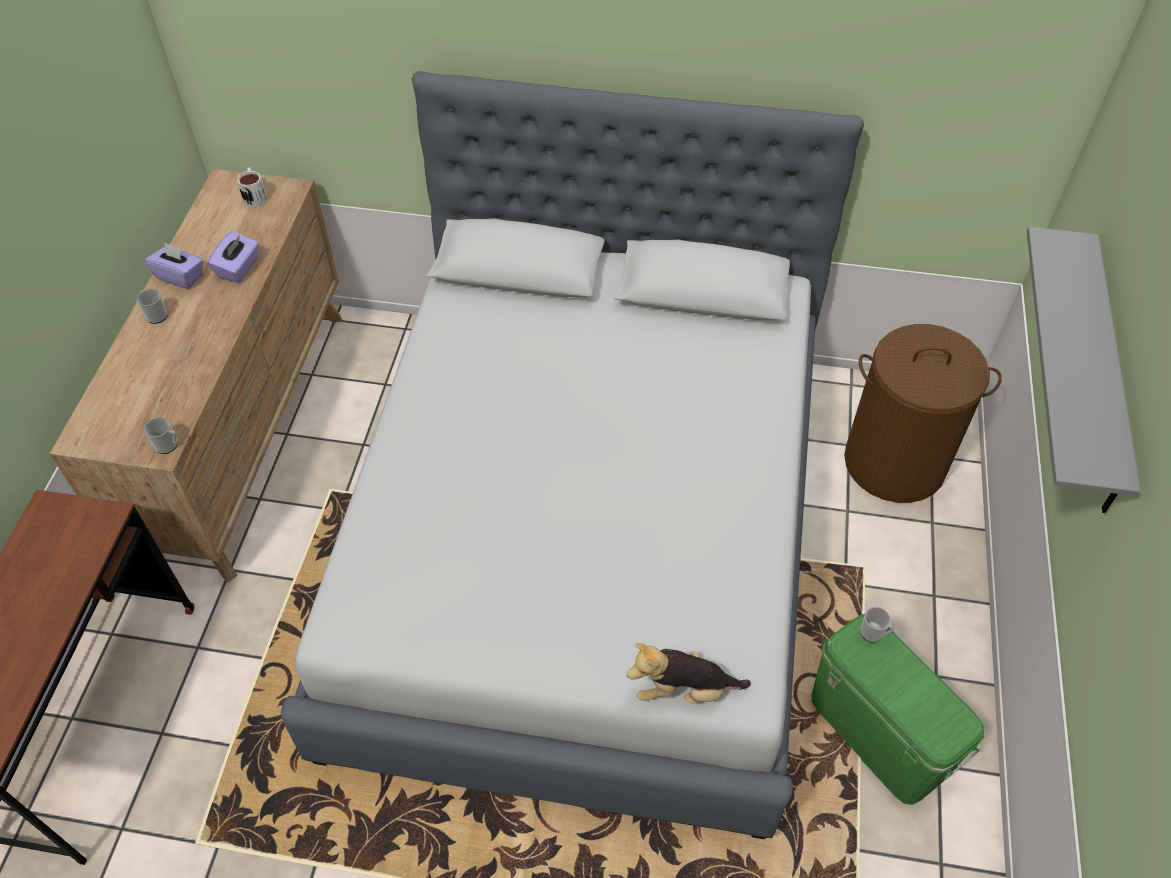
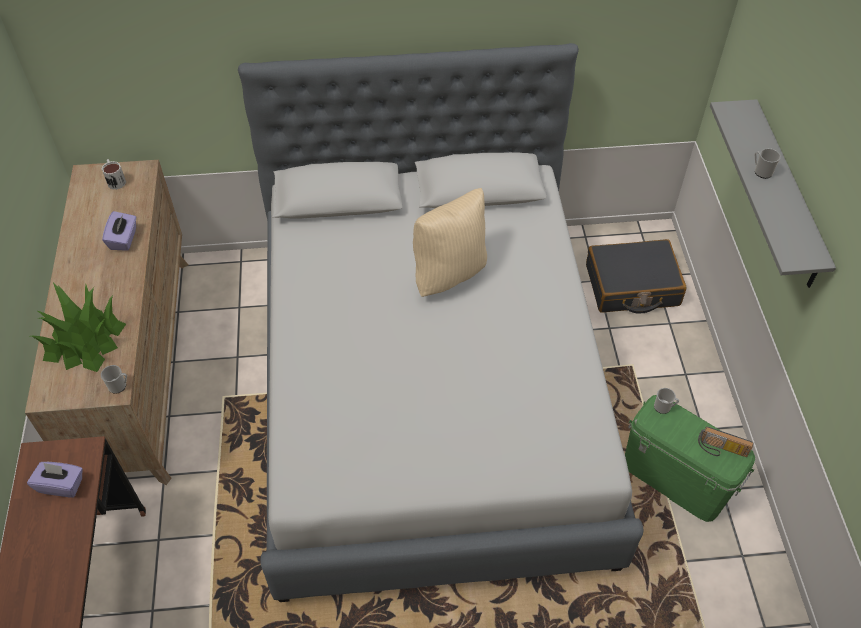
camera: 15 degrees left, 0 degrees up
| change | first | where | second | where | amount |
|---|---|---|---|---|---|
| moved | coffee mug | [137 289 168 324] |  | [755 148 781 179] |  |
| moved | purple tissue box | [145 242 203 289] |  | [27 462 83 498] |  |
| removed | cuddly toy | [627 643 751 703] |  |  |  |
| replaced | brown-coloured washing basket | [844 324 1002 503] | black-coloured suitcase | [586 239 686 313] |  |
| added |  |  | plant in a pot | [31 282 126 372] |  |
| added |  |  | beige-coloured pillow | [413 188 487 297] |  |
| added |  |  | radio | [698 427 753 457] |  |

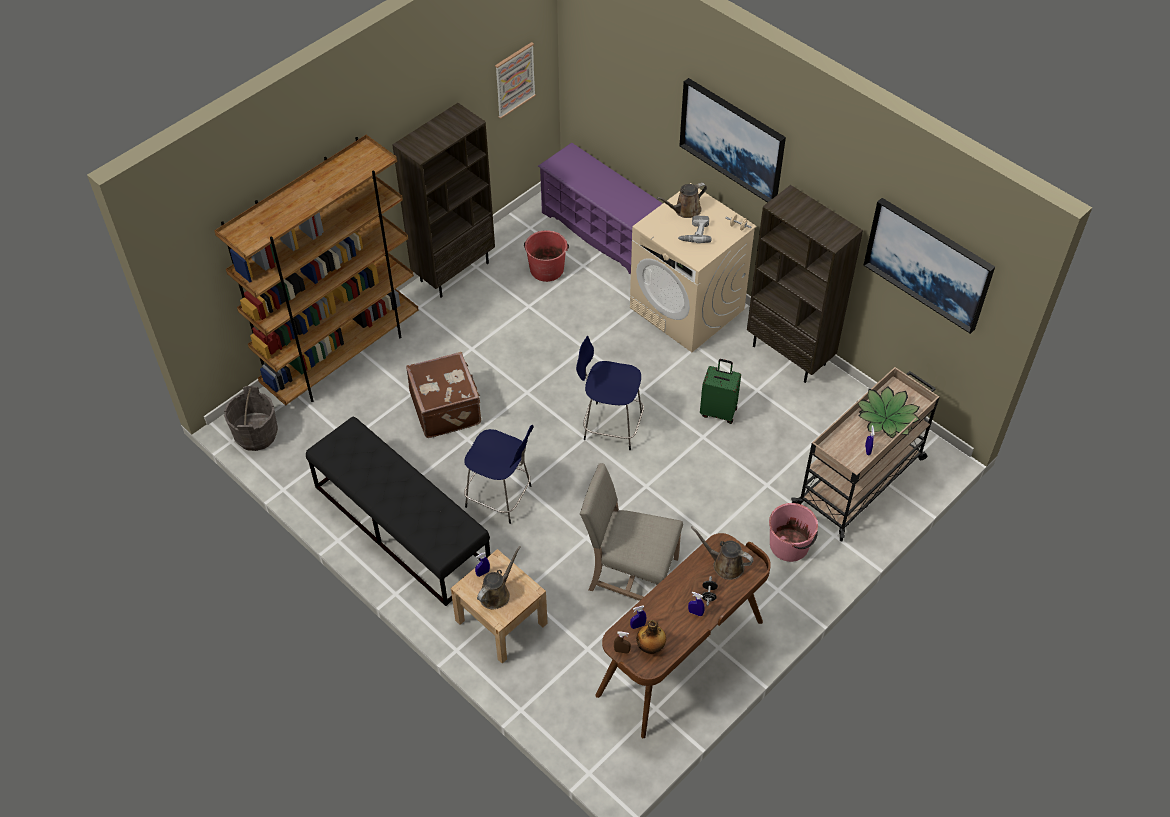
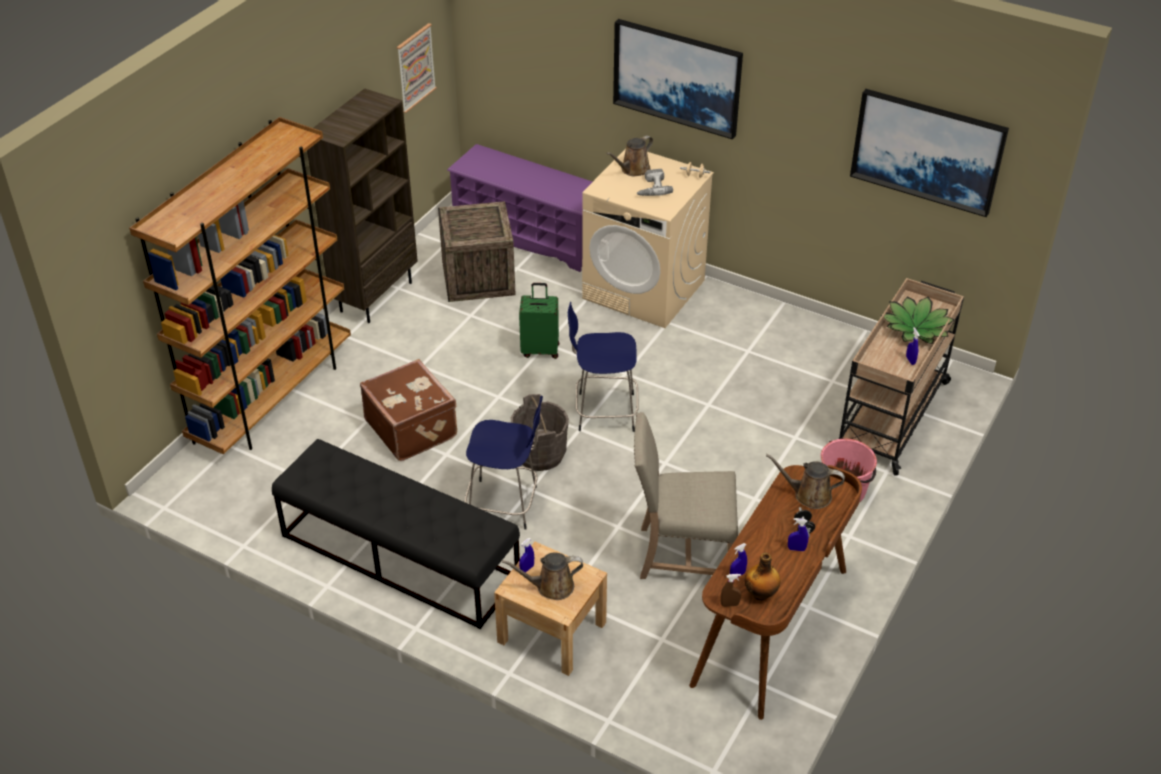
camera: 15 degrees left, 10 degrees down
| change | first | where | second | where | amount |
|---|---|---|---|---|---|
| moved | gray water bucket | [224 386 278 451] |  | [511 394 569 471] |  |
| turned | brown-coloured watering can | [477 546 521 609] |  | [502 553 583 600] | 120 degrees counterclockwise |
| replaced | reddish water bucket | [524 230 569 282] | crate | [438 201 516 302] |  |
| moved | green suitcase | [700 359 741 424] |  | [519 283 559 359] |  |
| removed | brown-coloured bookcase | [747 185 863 383] |  |  |  |

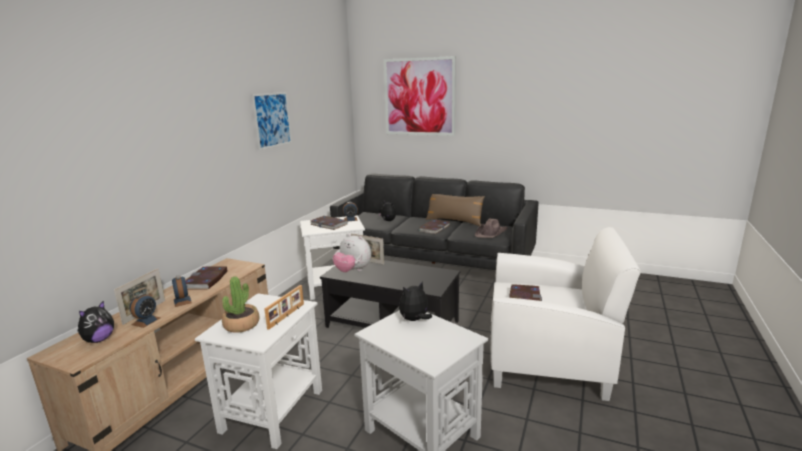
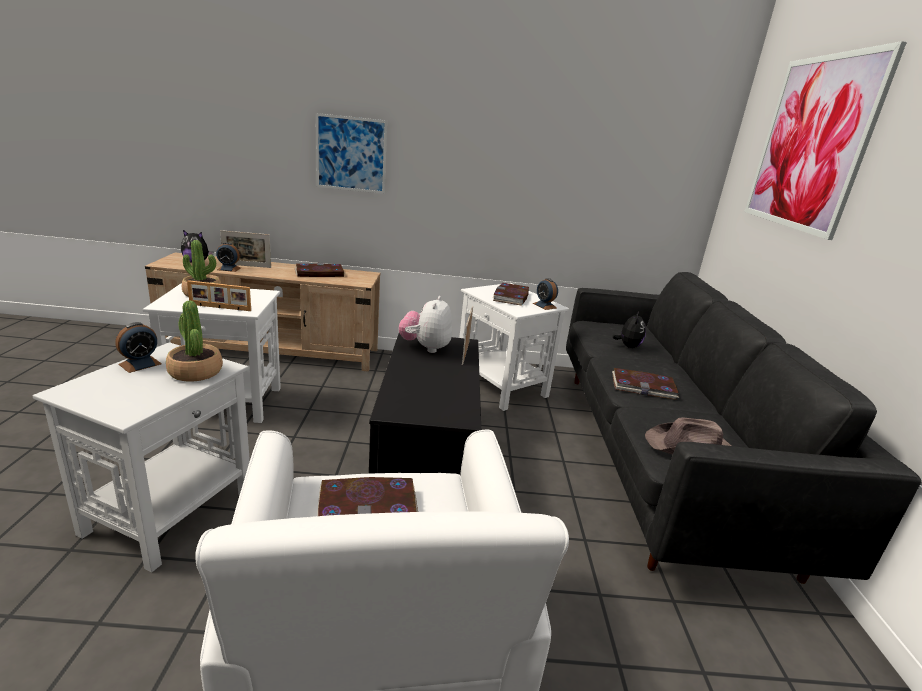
camera: 65 degrees right, 5 degrees up
| change | first | where | second | where | amount |
|---|---|---|---|---|---|
| moved | bedside clock | [172 275 192 307] |  | [115 322 162 373] |  |
| moved | wall picture | [252 92 292 150] |  | [316 113 387 194] |  |
| replaced | cuddly toy | [399 282 432 321] | plant in a pot | [166 300 223 382] |  |
| removed | brown-coloured pillow | [426 194 485 226] |  |  |  |

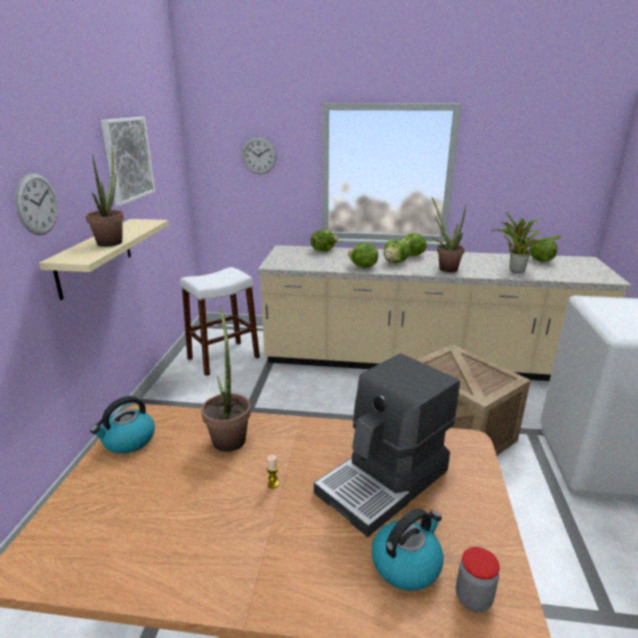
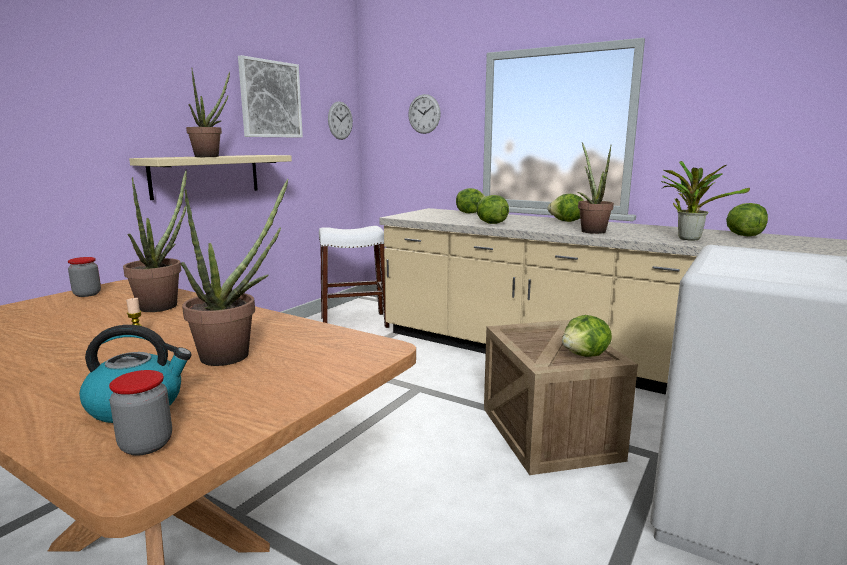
camera: 25 degrees right, 10 degrees down
| change | first | where | second | where | amount |
|---|---|---|---|---|---|
| moved | hanging clock | [15 173 58 235] |  | [328 101 353 140] |  |
| replaced | water kettle | [90 396 155 454] | storage jar | [68 257 101 297] |  |
| replaced | coffee brewer | [314 354 460 537] | plant in a pot | [181 179 288 366] |  |
| moved | lettuce head | [384 239 409 263] |  | [562 315 612 357] |  |

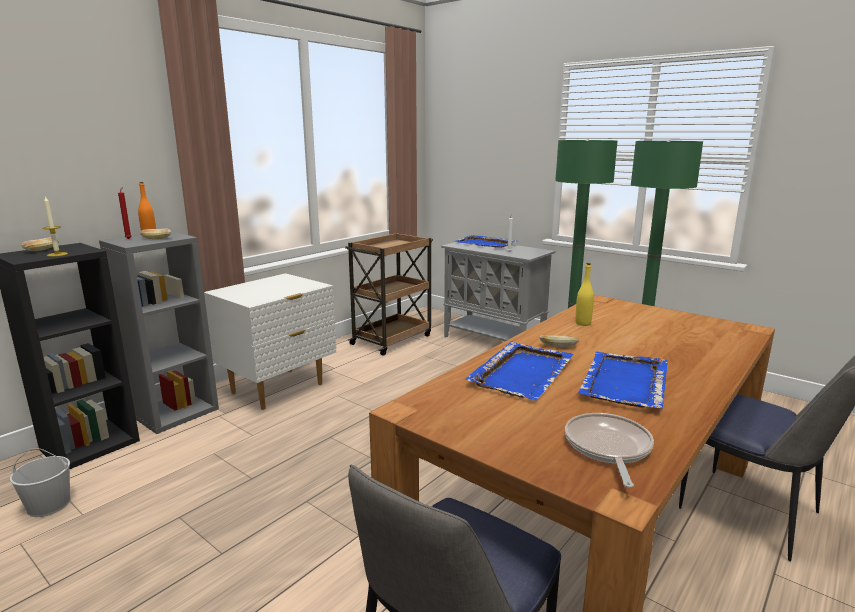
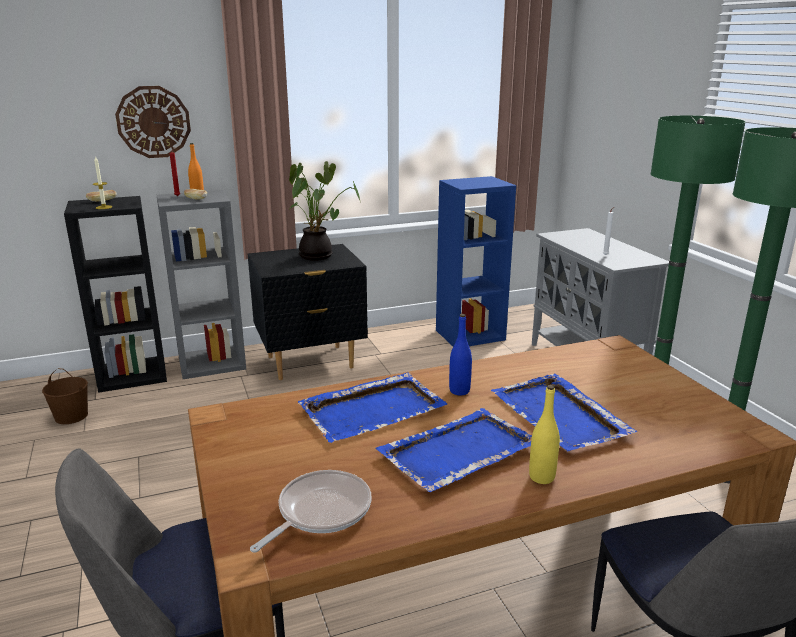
camera: 30 degrees right, 5 degrees up
| change | first | where | second | where | amount |
|---|---|---|---|---|---|
| recoloured | white-coloured water bucket | [10 448 71 517] | brown-coloured water bucket | [42 368 88 424] |  |
| recoloured | white-coloured bedside table | [204 273 336 410] | black-coloured bedside table | [248 244 368 380] |  |
| replaced | brown-coloured wheeled cart | [345 233 433 356] | bluish bookcase | [436 176 516 346] |  |
| moved | bluish carrying tray | [454 235 517 248] |  | [491 374 638 451] |  |
| replaced | baked bread | [540 335 579 347] | bluish drink bottle | [449 314 472 395] |  |
| moved | yellow-coloured drink bottle | [575 263 594 326] |  | [529 385 560 484] |  |
| added |  |  | hanging clock | [115 86 191 158] |  |
| added |  |  | plant in a pot | [289 161 361 261] |  |

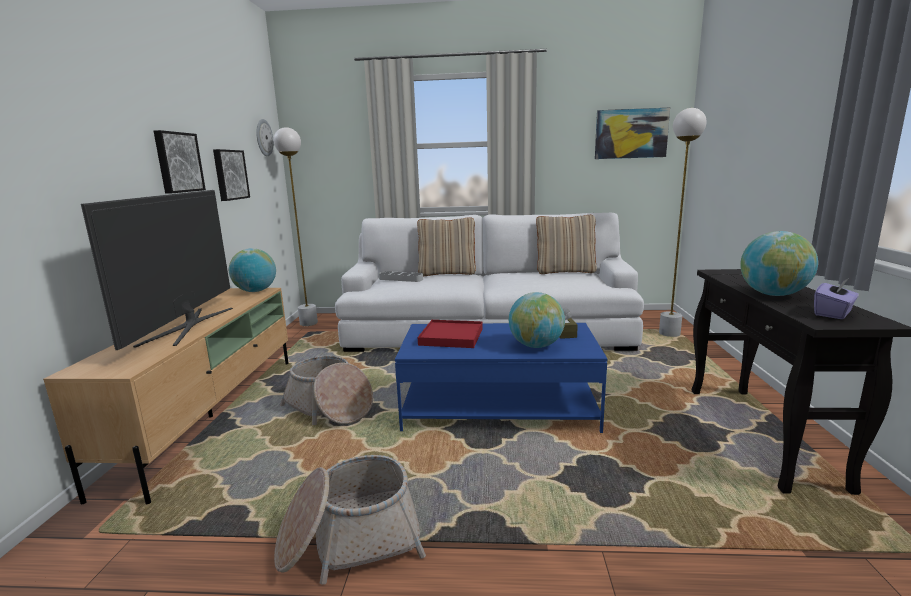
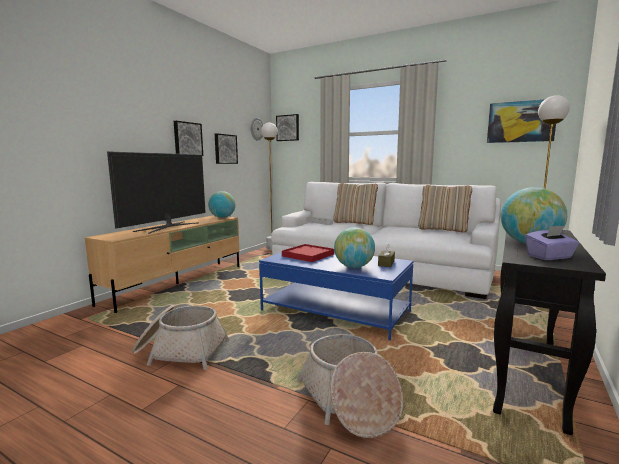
camera: 25 degrees right, 5 degrees down
| change | first | where | second | where | amount |
|---|---|---|---|---|---|
| moved | basket | [280 356 373 425] |  | [297 334 403 438] |  |
| added |  |  | wall picture | [276 114 299 141] |  |

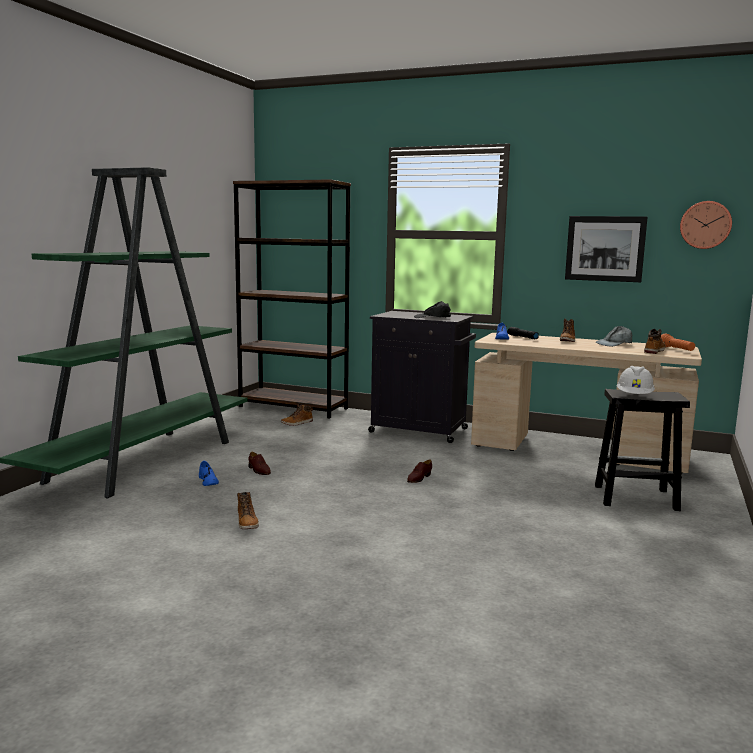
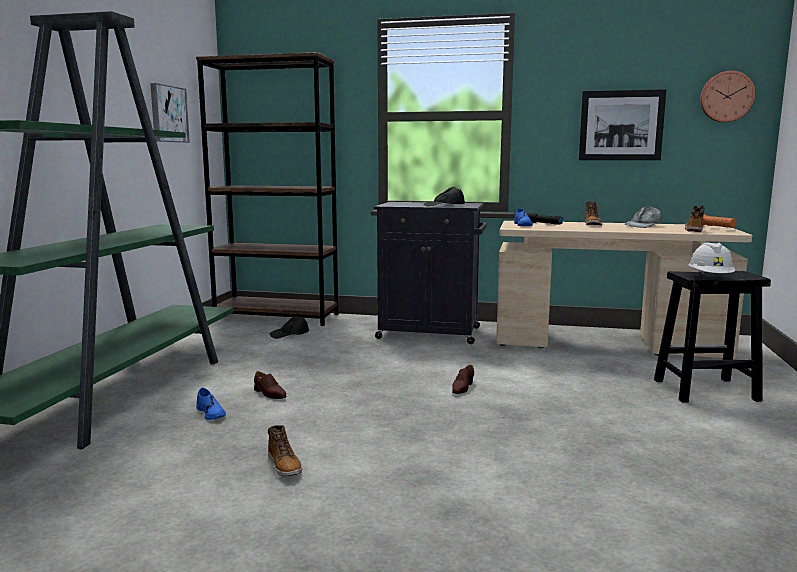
camera: 10 degrees left, 0 degrees up
| change | first | where | second | where | amount |
|---|---|---|---|---|---|
| replaced | high-top boot | [281 404 313 426] | black-coloured baseball cap | [270 316 309 339] |  |
| added |  |  | wall picture | [150 83 190 143] |  |

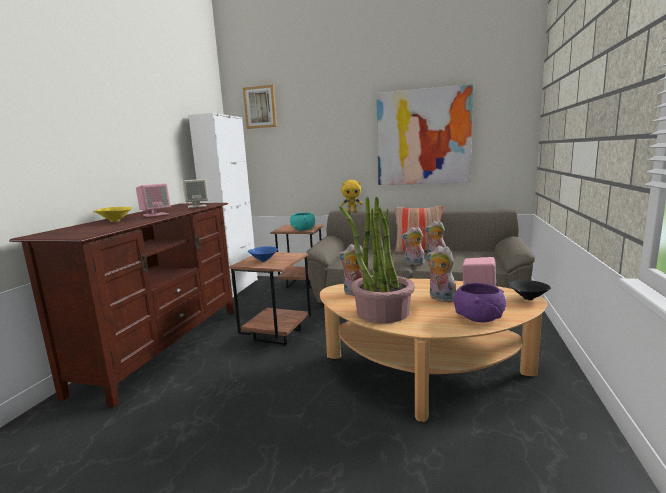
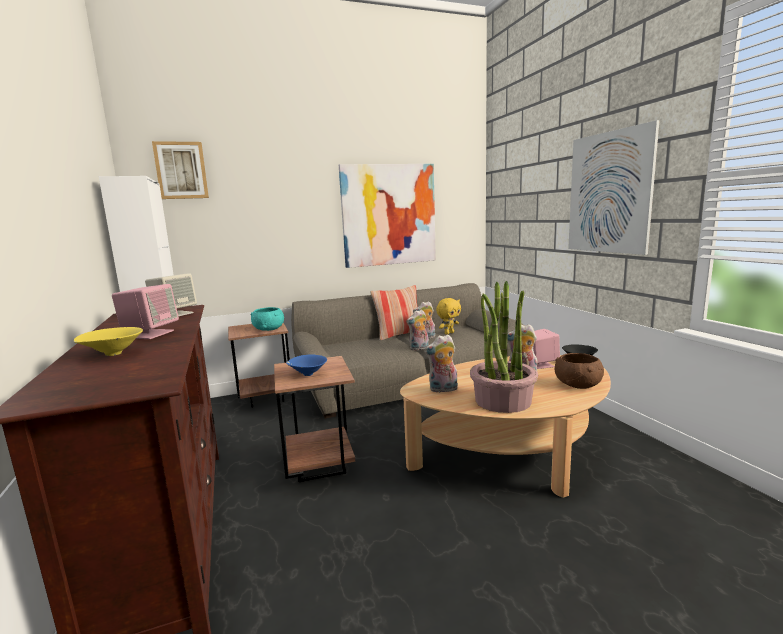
camera: 35 degrees left, 0 degrees up
| change | first | where | second | where | amount |
|---|---|---|---|---|---|
| moved | yellow-coloured cuddly toy | [341 180 363 212] |  | [436 298 461 334] |  |
| recoloured | purple serving bowl | [454 283 506 322] | brown-coloured serving bowl | [555 353 604 389] |  |
| added |  |  | wall picture | [568 120 660 255] |  |

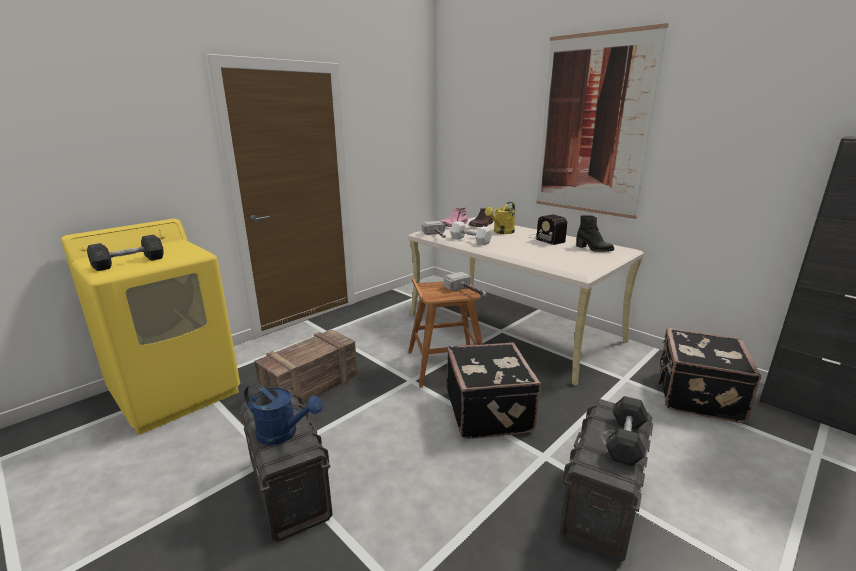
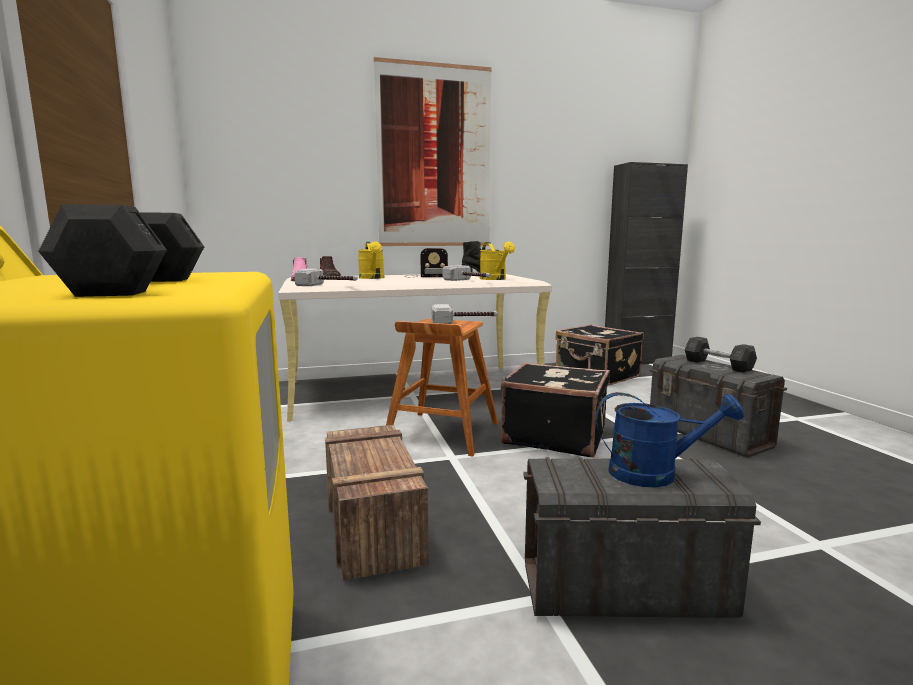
camera: 60 degrees left, 10 degrees down
| change | first | where | second | where | amount |
|---|---|---|---|---|---|
| turned | bluish watering can | [244 383 323 445] |  | [596 392 744 487] | 45 degrees clockwise |
| removed | white-coloured hand weight | [450 221 492 245] |  |  |  |
| added |  |  | hammer | [442 265 491 281] |  |
| added |  |  | yellow-coloured watering can | [480 242 515 280] |  |

